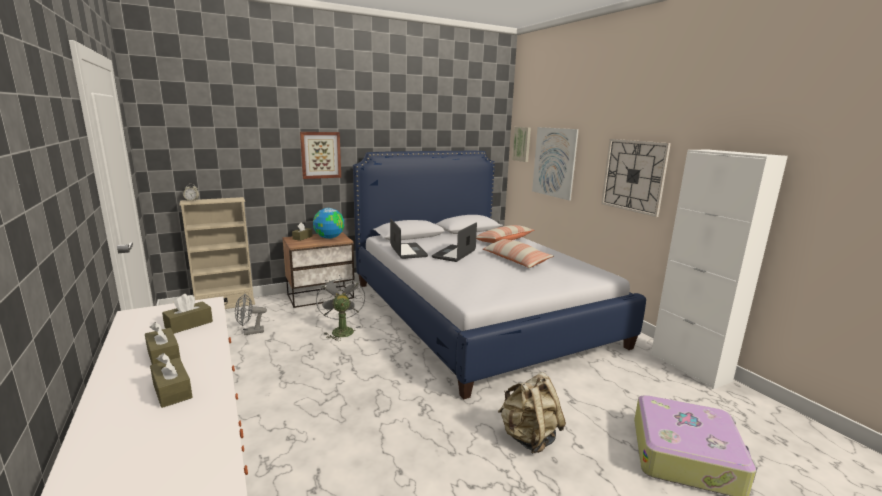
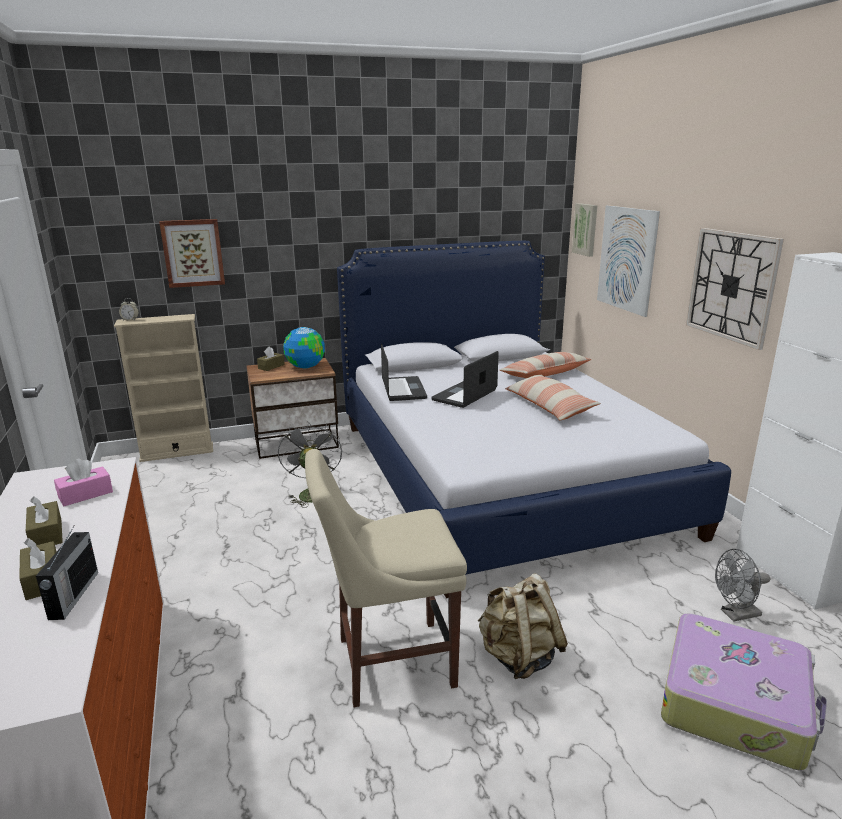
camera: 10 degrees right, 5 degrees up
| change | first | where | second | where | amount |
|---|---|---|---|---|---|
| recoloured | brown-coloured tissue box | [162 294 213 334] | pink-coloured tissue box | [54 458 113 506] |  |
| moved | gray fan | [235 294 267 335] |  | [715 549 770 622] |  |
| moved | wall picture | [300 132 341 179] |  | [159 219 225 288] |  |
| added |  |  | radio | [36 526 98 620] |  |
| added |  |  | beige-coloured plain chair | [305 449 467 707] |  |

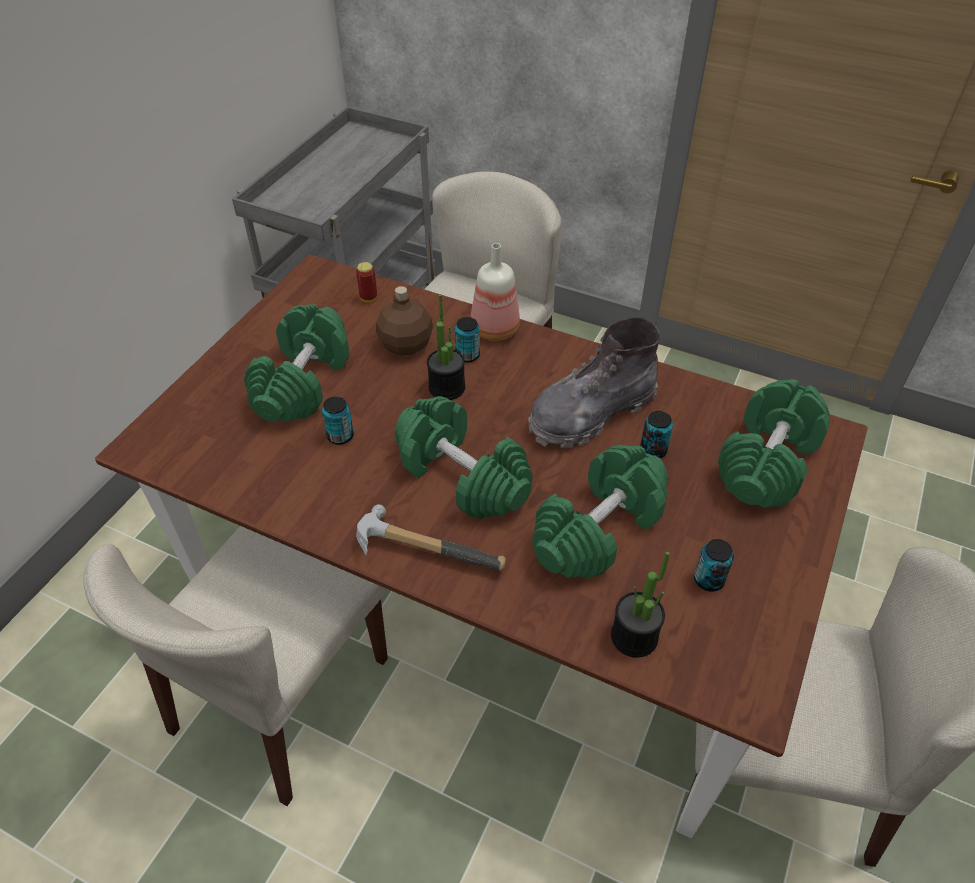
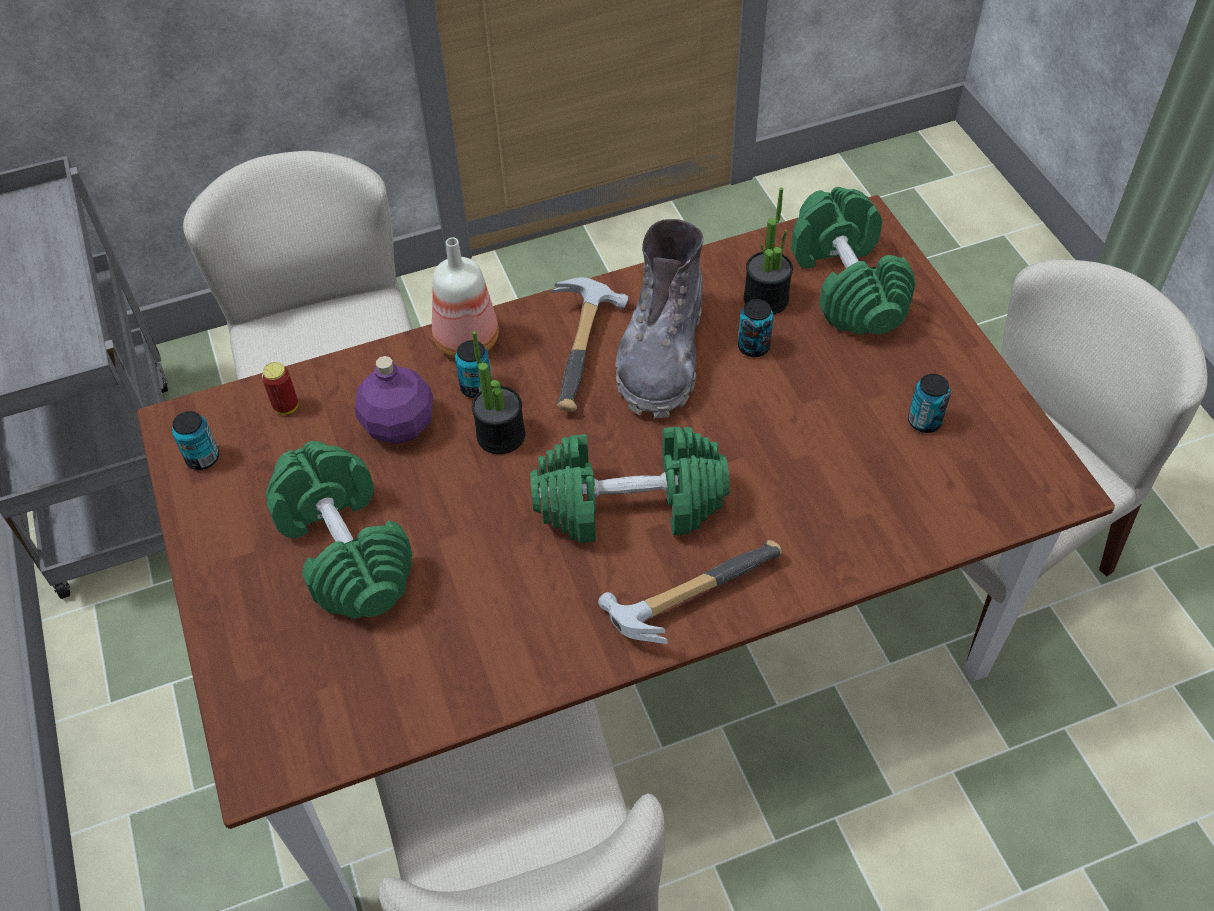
camera: 45 degrees left, 5 degrees up
| change | first | where | second | where | amount |
|---|---|---|---|---|---|
| moved | can | [322 396 354 445] |  | [172 411 219 470] |  |
| recoloured | brown-coloured drink bottle | [376 286 433 356] | purple drink bottle | [355 356 433 444] |  |
| removed | green hand weight | [532 445 668 579] |  |  |  |
| moved | plant in a pot | [611 551 670 658] |  | [744 187 793 315] |  |
| added |  |  | hammer | [551 277 628 412] |  |

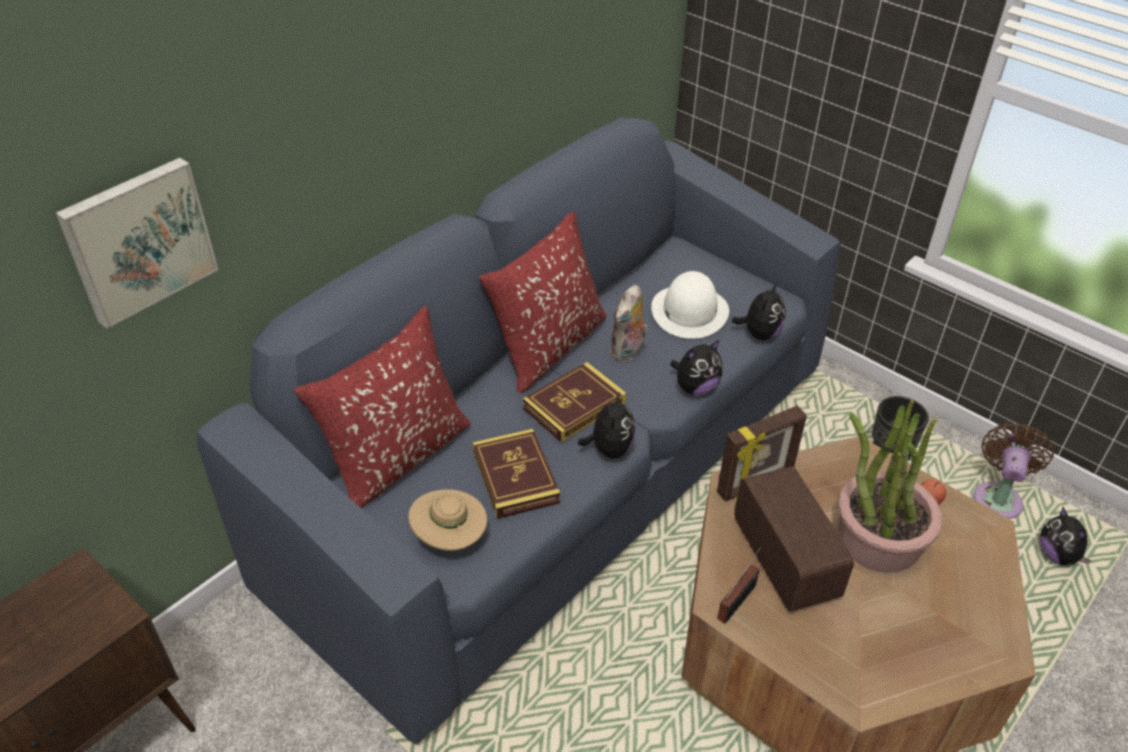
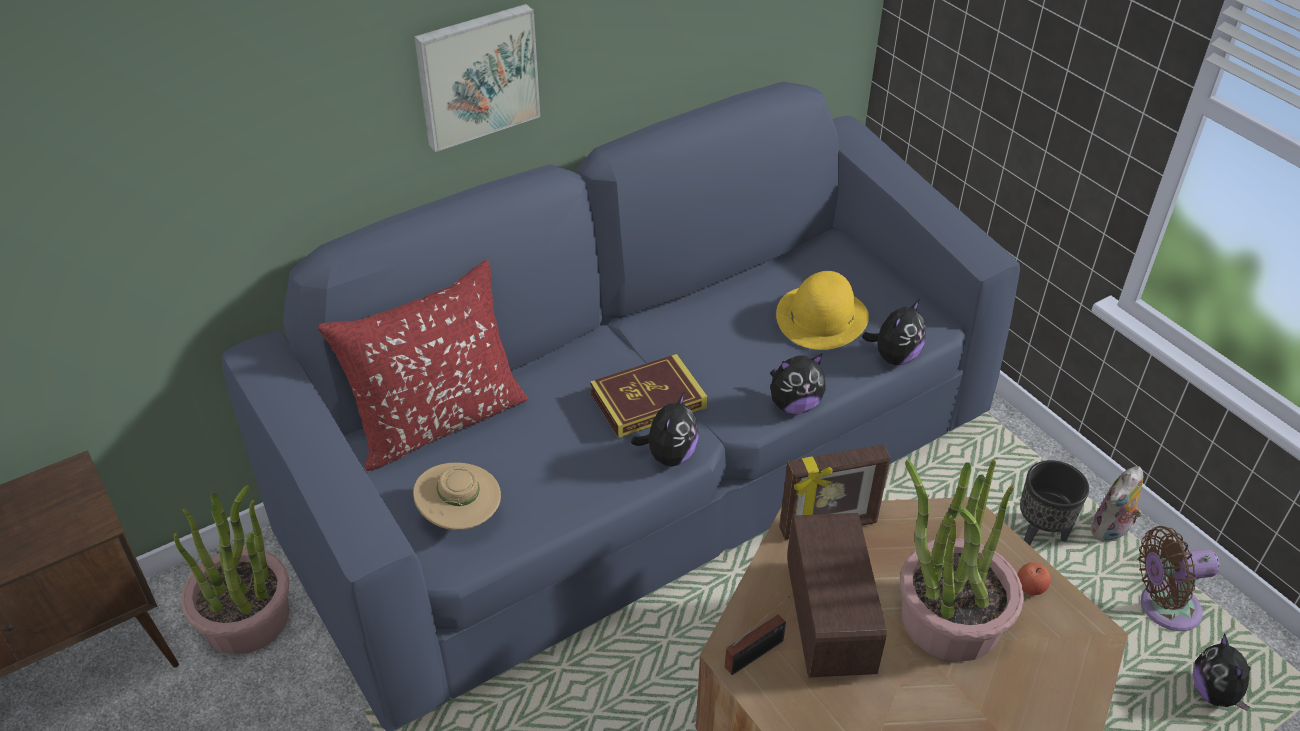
camera: 15 degrees right, 0 degrees up
| change | first | where | second | where | amount |
|---|---|---|---|---|---|
| moved | wall picture | [56 158 219 329] |  | [414 4 540 152] |  |
| removed | bound book | [473 429 560 519] |  |  |  |
| removed | reddish pillow | [479 211 607 393] |  |  |  |
| moved | cuddly toy | [610 285 648 362] |  | [1091 466 1143 542] |  |
| recoloured | white-coloured hat | [651 271 729 339] | yellow-coloured hat | [776 271 869 350] |  |
| turned | brown-coloured fan | [974 422 1054 519] |  | [1138 526 1220 631] | 135 degrees counterclockwise |
| added |  |  | plant in a pot | [174 485 289 655] |  |

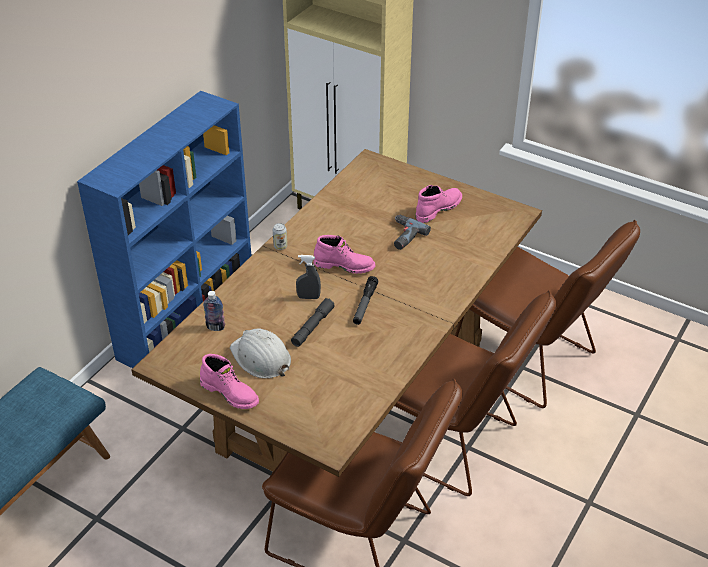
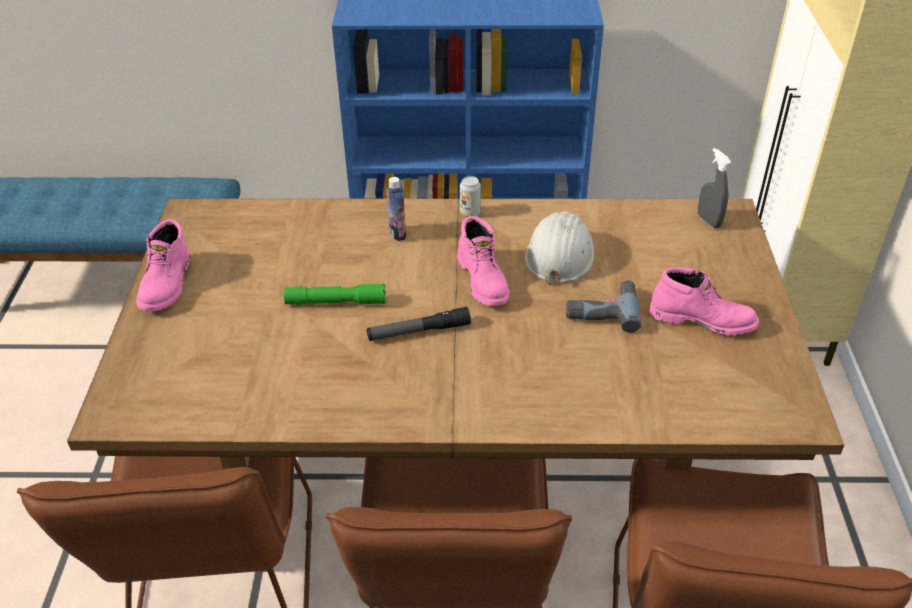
camera: 60 degrees right, 0 degrees up
| change | first | where | second | where | amount |
|---|---|---|---|---|---|
| moved | drink bottle | [203 291 225 331] |  | [386 177 406 241] |  |
| moved | white-coloured safety helmet | [230 328 291 378] |  | [525 211 594 286] |  |
| recoloured | gray hand torch | [291 298 335 347] | green hand torch | [284 284 386 305] |  |
| moved | gray hand sprayer | [296 255 321 299] |  | [698 148 731 228] |  |

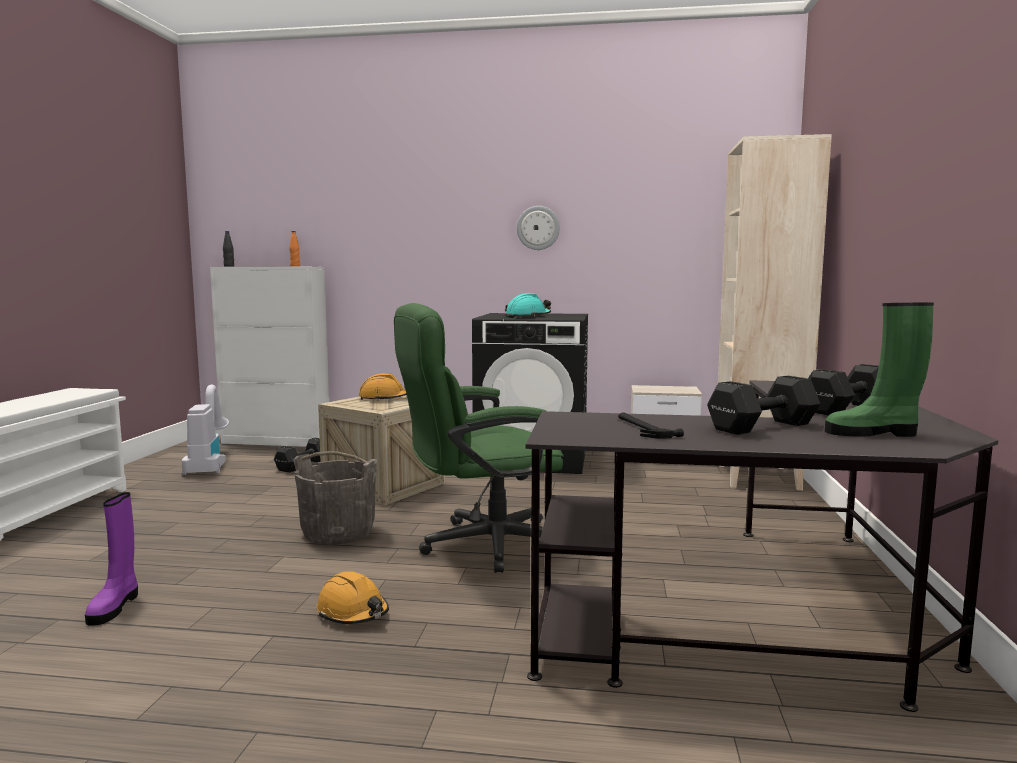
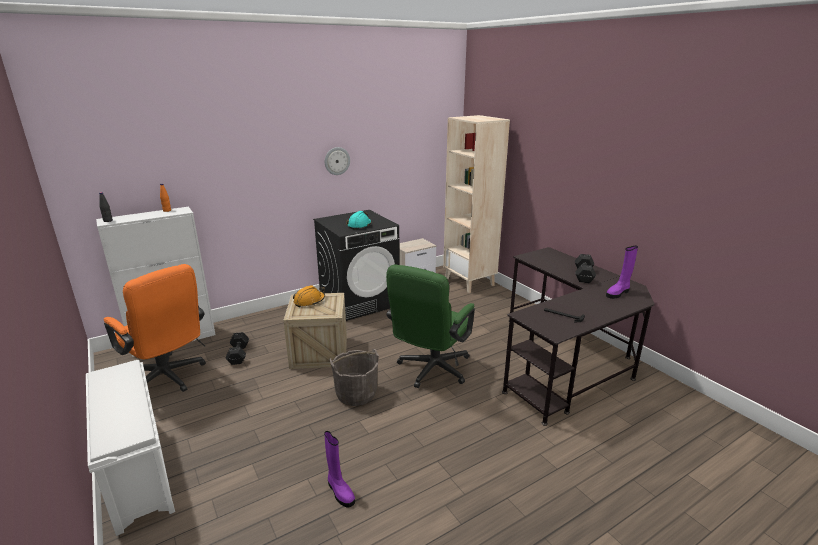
camera: 40 degrees left, 15 degrees up
| change | first | where | second | where | amount |
|---|---|---|---|---|---|
| replaced | vacuum cleaner | [182 385 229 475] | orange-coloured computer chair | [104 264 206 392] |  |
| removed | orange-coloured safety helmet | [317 571 389 624] |  |  |  |
| removed | black-coloured hand weight | [707 376 821 435] |  |  |  |
| recoloured | green high-top boot | [825 302 934 437] | purple high-top boot | [606 246 638 299] |  |

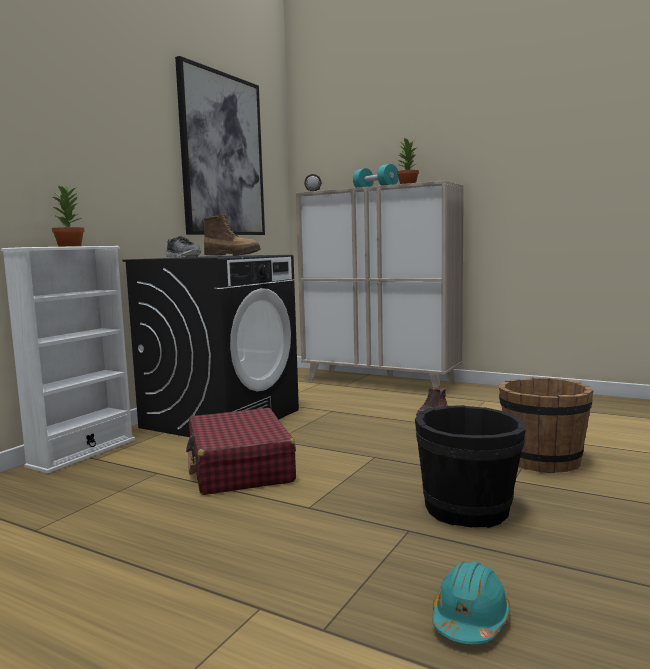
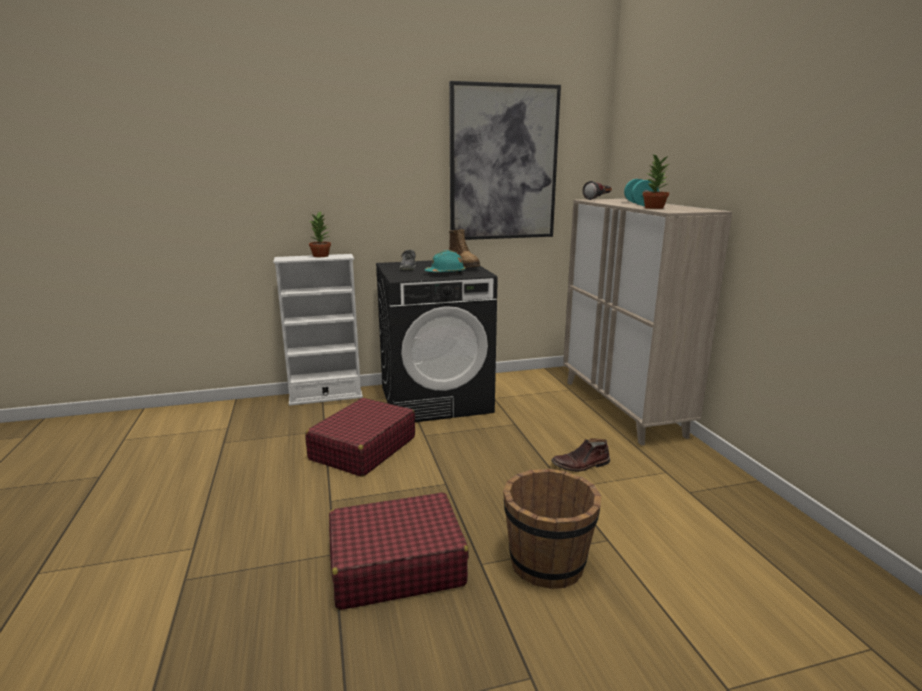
camera: 45 degrees right, 10 degrees up
| change | first | where | second | where | amount |
|---|---|---|---|---|---|
| replaced | black-coloured water bucket | [415 405 526 528] | reddish suitcase | [329 492 469 610] |  |
| moved | turquoise-coloured safety helmet | [432 561 510 644] |  | [425 250 466 273] |  |

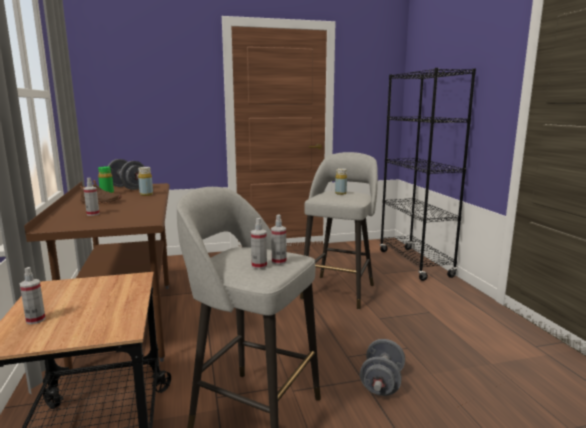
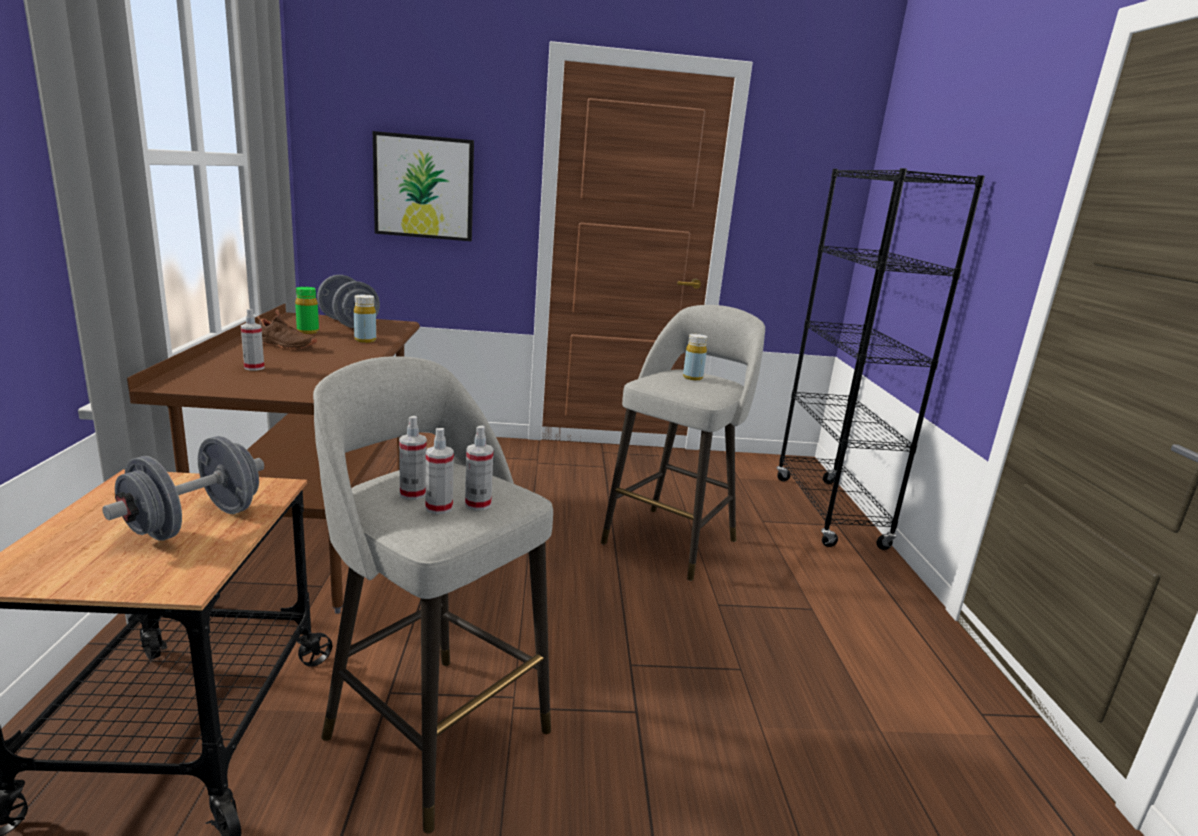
camera: 10 degrees right, 5 degrees up
| change | first | where | second | where | amount |
|---|---|---|---|---|---|
| moved | hand sprayer | [20 267 46 324] |  | [399 416 427 500] |  |
| moved | gray hand weight | [360 339 405 396] |  | [102 436 264 541] |  |
| added |  |  | wall picture | [373 131 474 241] |  |

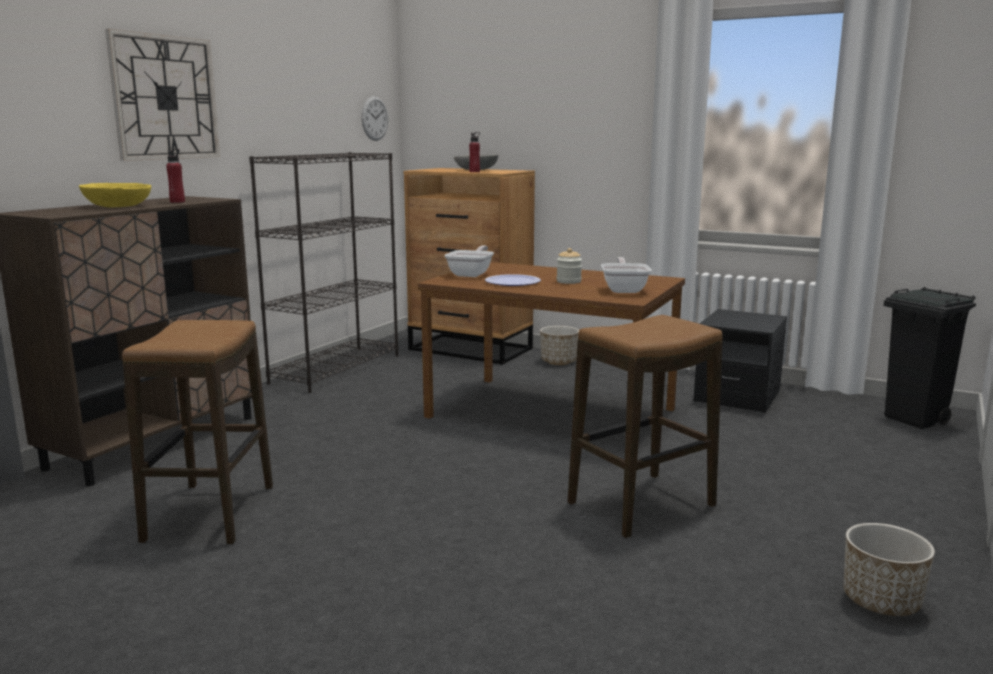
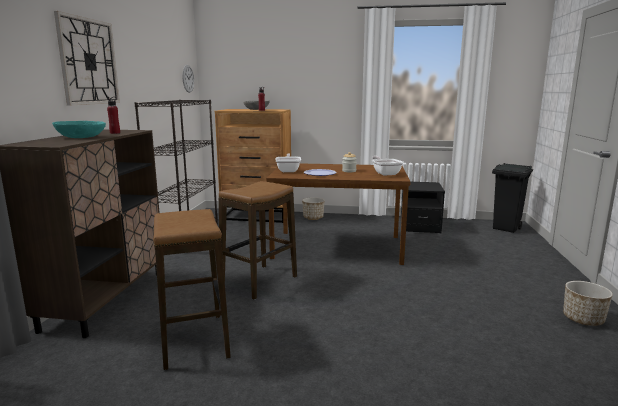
camera: 20 degrees left, 0 degrees up
| change | first | where | second | where | amount |
|---|---|---|---|---|---|
| recoloured | yellow-coloured serving bowl | [79 183 151 207] | turquoise-coloured serving bowl | [52 121 106 138] |  |
| moved | stool seat | [567 315 723 538] |  | [219 181 297 300] |  |

